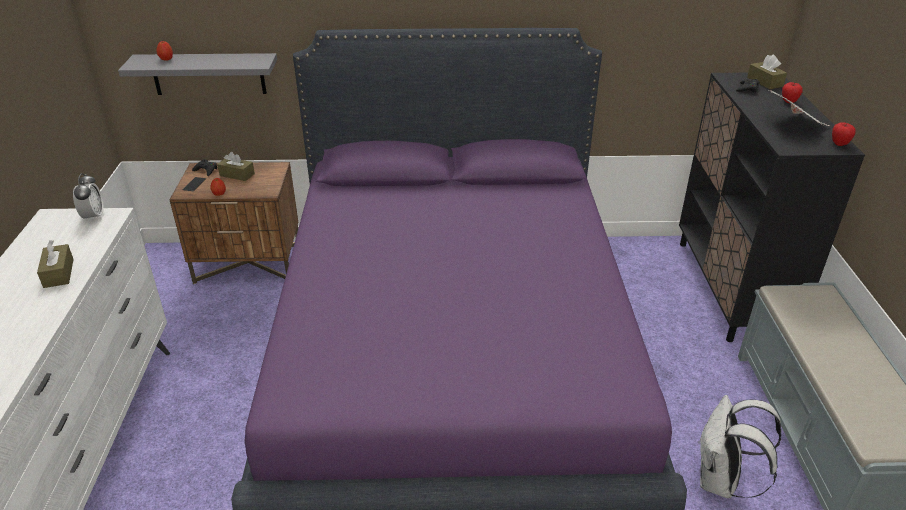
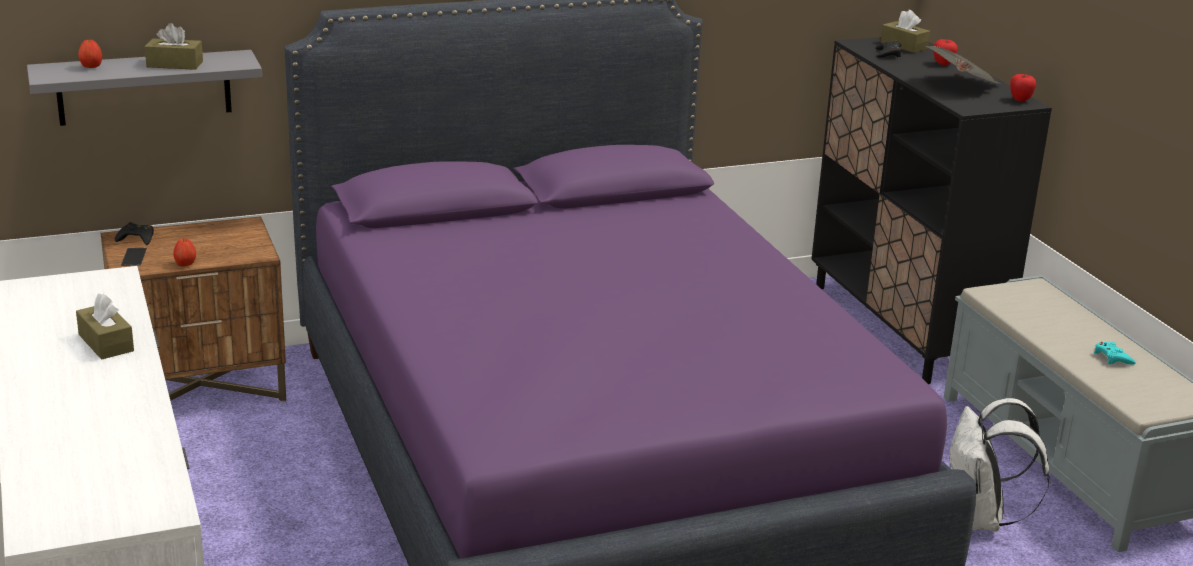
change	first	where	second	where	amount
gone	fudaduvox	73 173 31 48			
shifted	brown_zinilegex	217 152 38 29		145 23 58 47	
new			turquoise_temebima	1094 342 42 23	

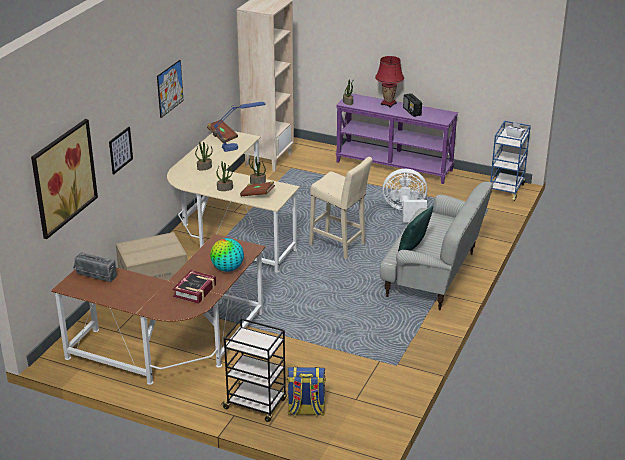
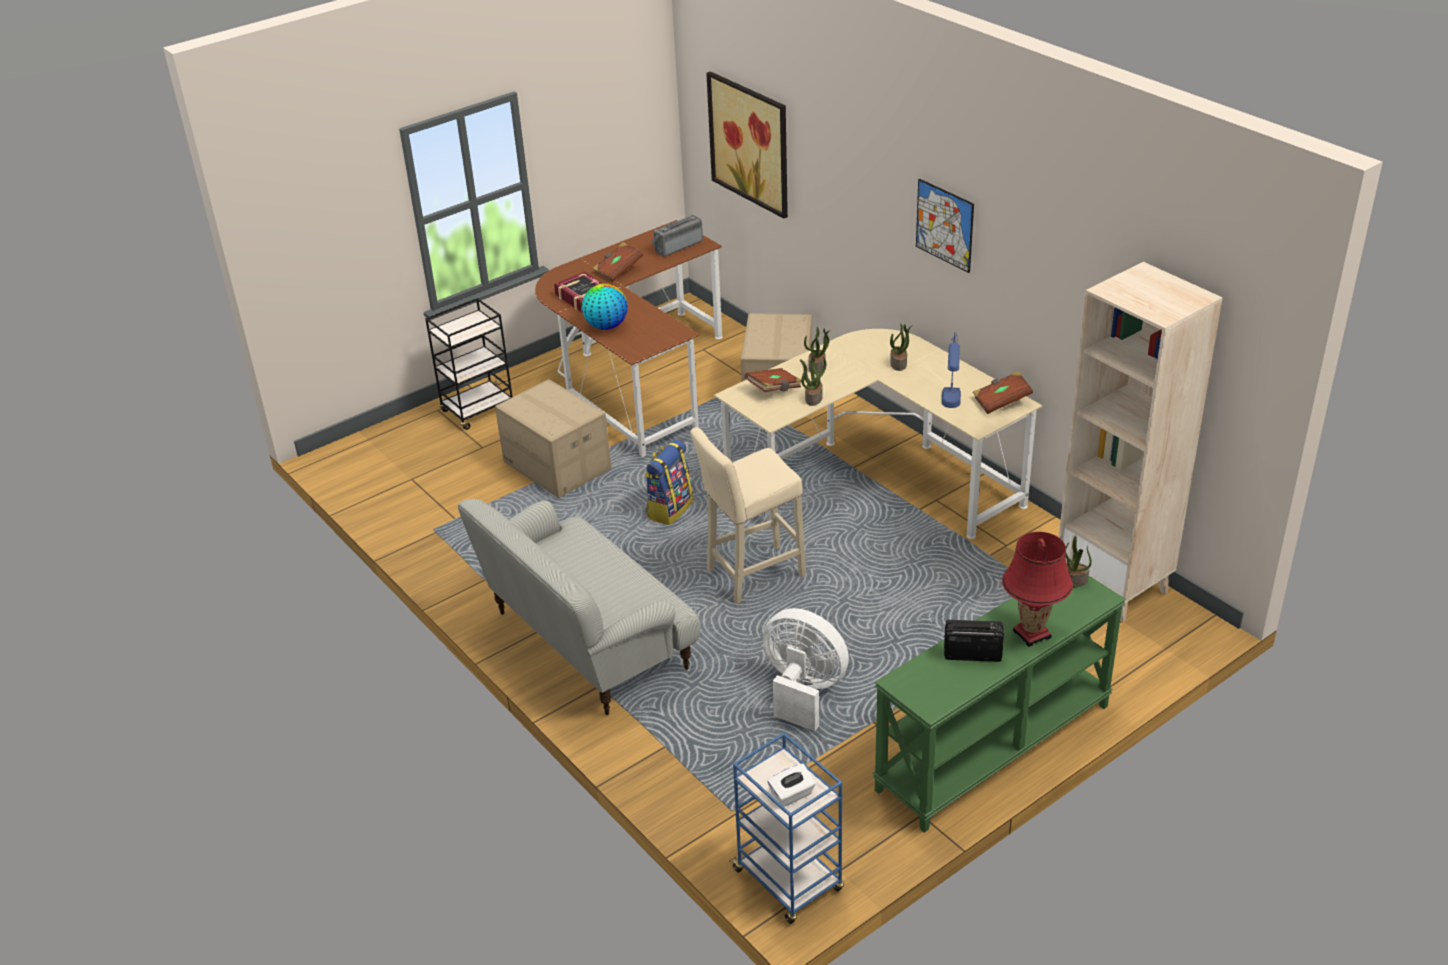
change	first	where	second	where	amount
gone	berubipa	109 127 24 48			
shifted	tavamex	287 367 39 49		645 440 48 85	
repainted	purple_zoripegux	336 93 122 91	green_zoripegux	873 576 253 257	
rotated	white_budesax	382 169 45 53		763 608 86 123	90 degrees counterclockwise
gone	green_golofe	398 206 35 45			
new			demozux	495 379 117 119	
new			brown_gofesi	592 242 51 40	

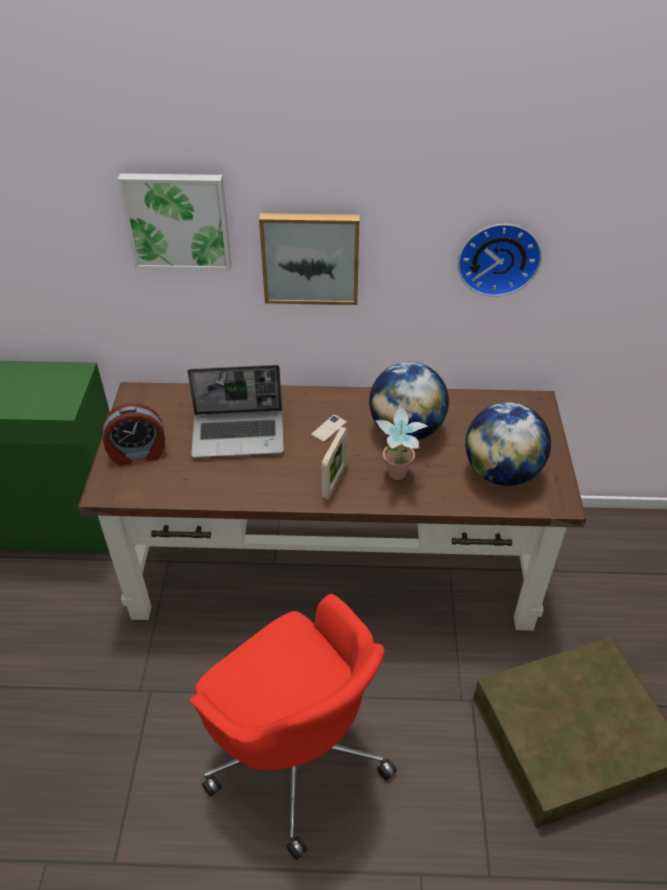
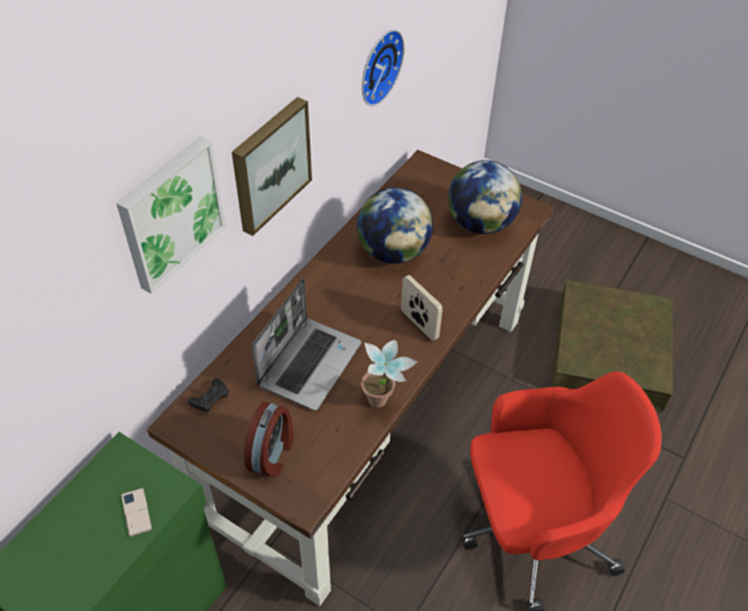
change	first	where	second	where	amount
shifted	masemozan	310 414 37 29		121 488 31 49	
shifted	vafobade	375 404 53 76		361 340 57 68	
new			black_temebima	188 378 40 35	

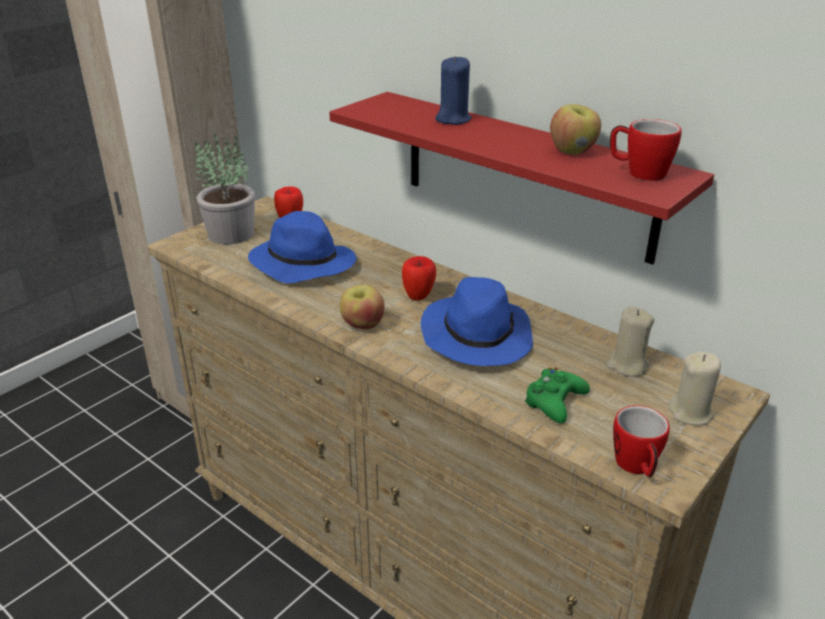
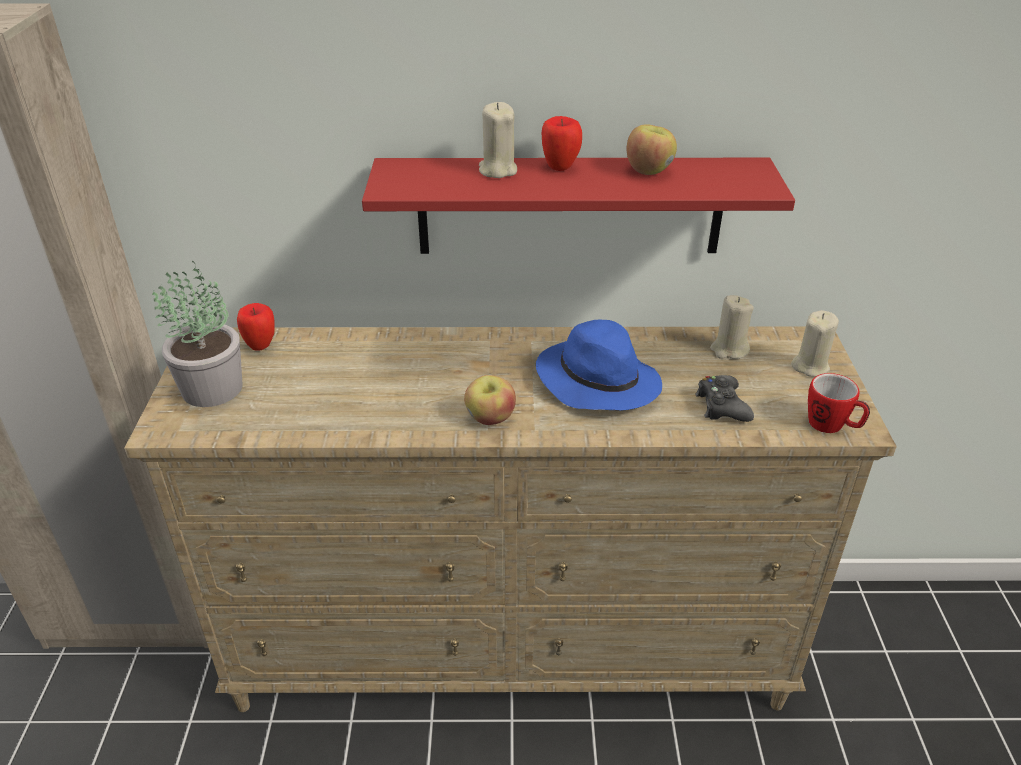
change	first	where	second	where	amount
gone	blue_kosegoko	248 211 109 73			
shifted	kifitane	402 256 34 45		541 116 41 55	
repainted	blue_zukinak	435 56 37 69	beige_zukinak	479 102 38 76	
repainted	green_temebima	525 368 65 56	black_temebima	695 375 59 47	
gone	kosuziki	610 119 72 62			

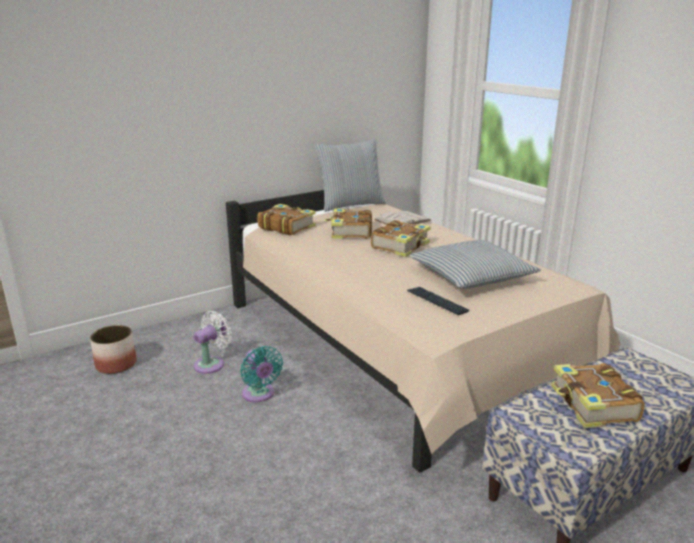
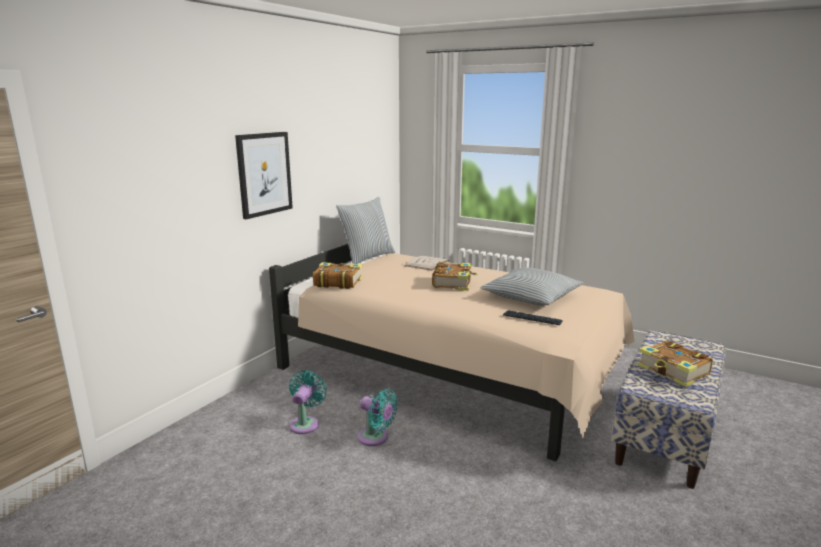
change	first	where	second	where	amount
gone	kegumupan	90 325 47 49			
repainted	white_budesax	193 311 39 63	turquoise_budesax	289 370 38 64	
gone	gofesi	324 209 48 30			
new			berubipa	235 132 58 87	

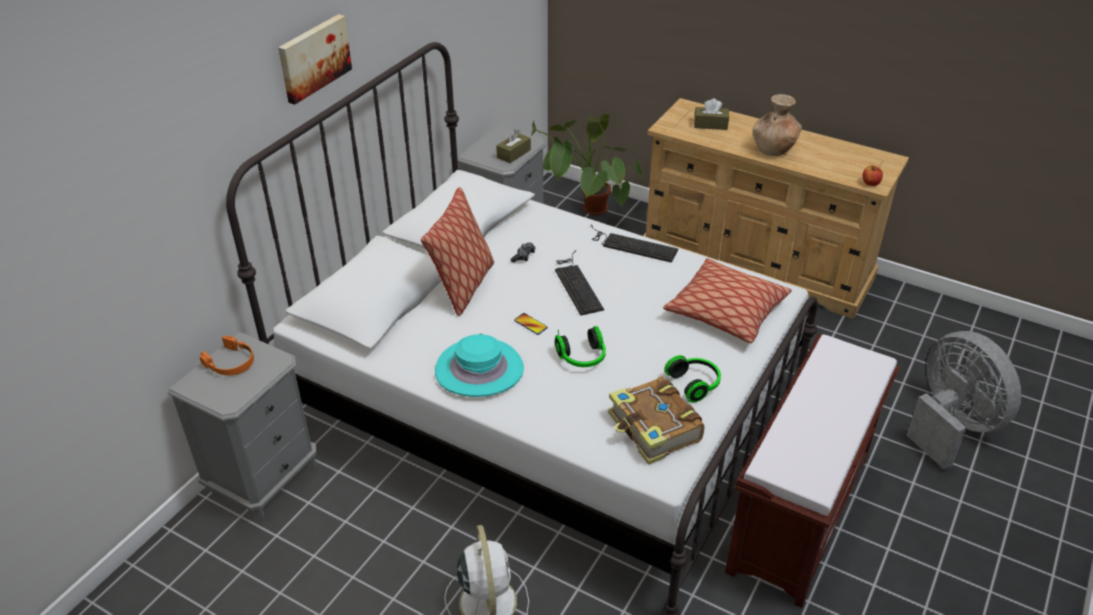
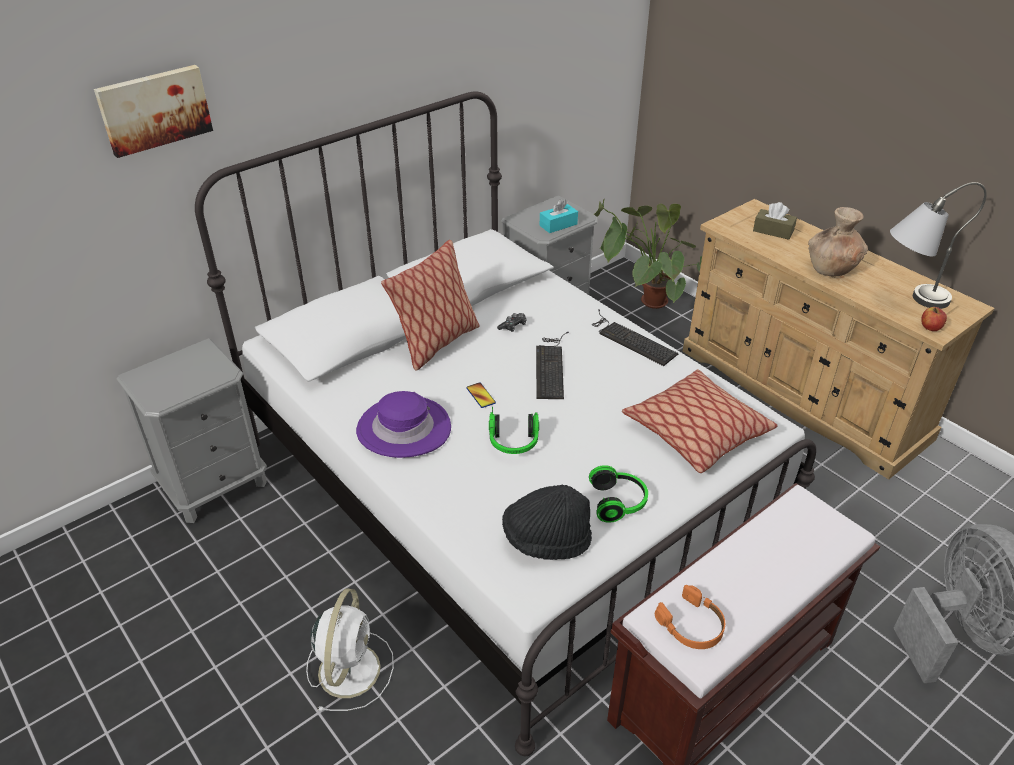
change	first	where	second	where	amount
shifted	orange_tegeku	200 336 54 39		655 585 70 64	
shifted	berubipa	278 14 74 91		94 65 119 93	
repainted	turquoise_kosegoko	435 333 89 64	purple_kosegoko	356 391 95 67	
repainted	brown_zinilegex	496 129 35 34	turquoise_zinilegex	540 199 38 34	
swapped	gofesi	608 377 96 88	black_kosegoko	502 485 90 75	
new			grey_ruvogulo	890 182 97 127	

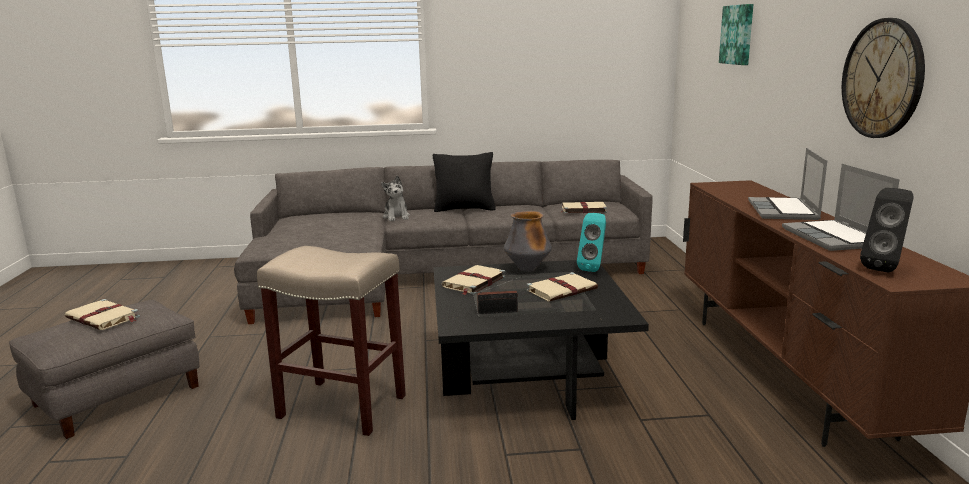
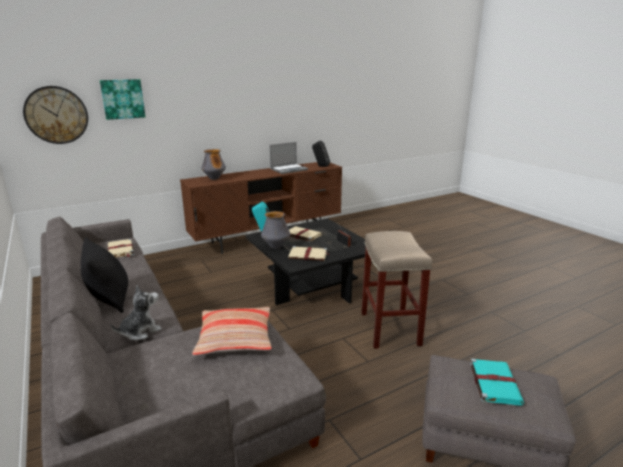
change	first	where	second	where	amount
repainted	beige_gofesi	65 299 75 31	turquoise_gofesi	470 359 54 47	
gone	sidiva	748 148 79 72			
shifted	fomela	842 18 83 120		23 86 65 58	
new			golofe	192 307 80 49	
new			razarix	201 149 25 31	

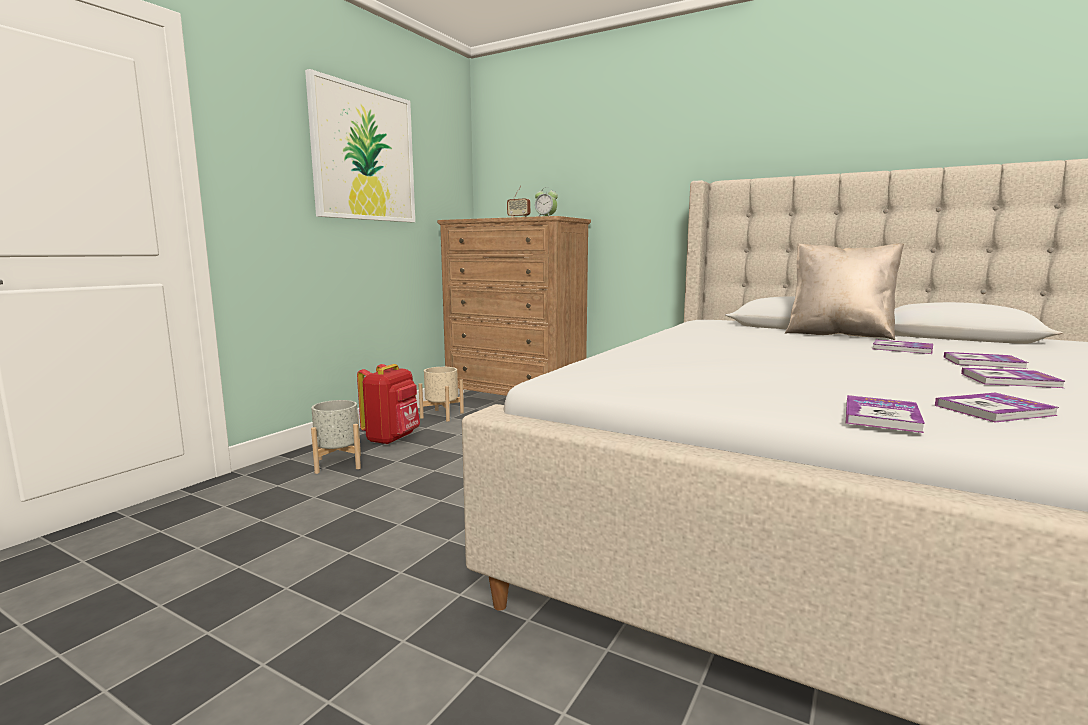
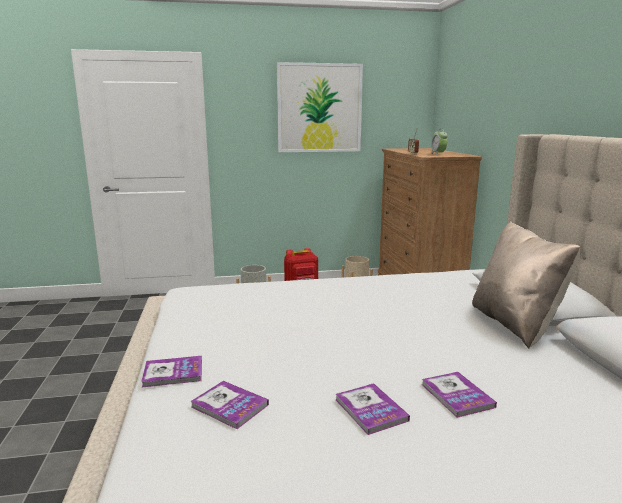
change	first	where	second	where	amount
gone	gofesi	873 339 60 15			

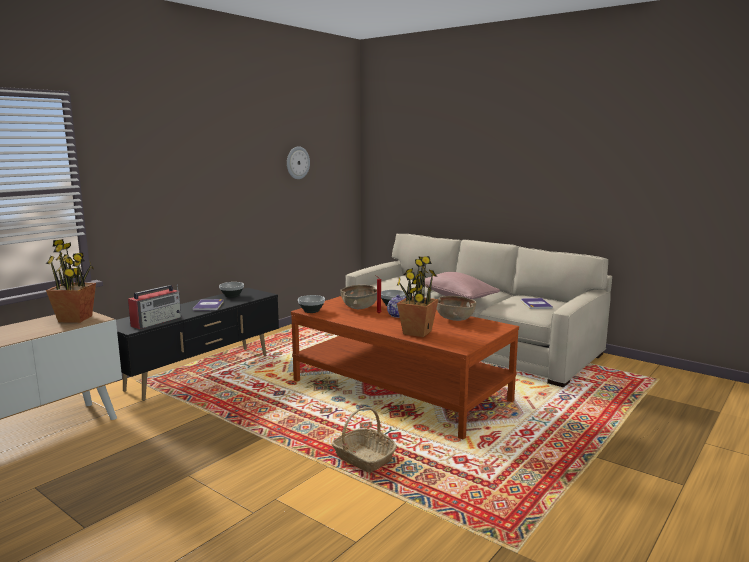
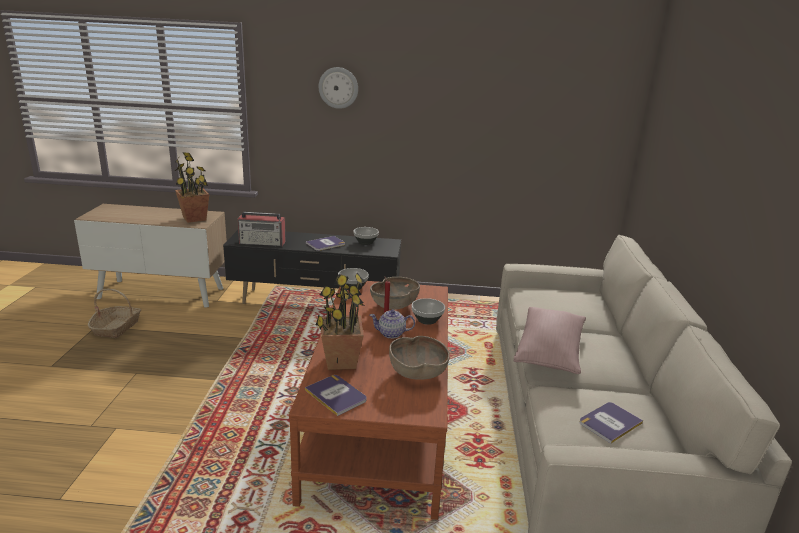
change	first	where	second	where	amount
shifted	fomela	287 146 23 33		319 67 39 42	
shifted	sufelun	332 407 65 65		88 289 53 49	
new			gofesi	305 375 62 41	

